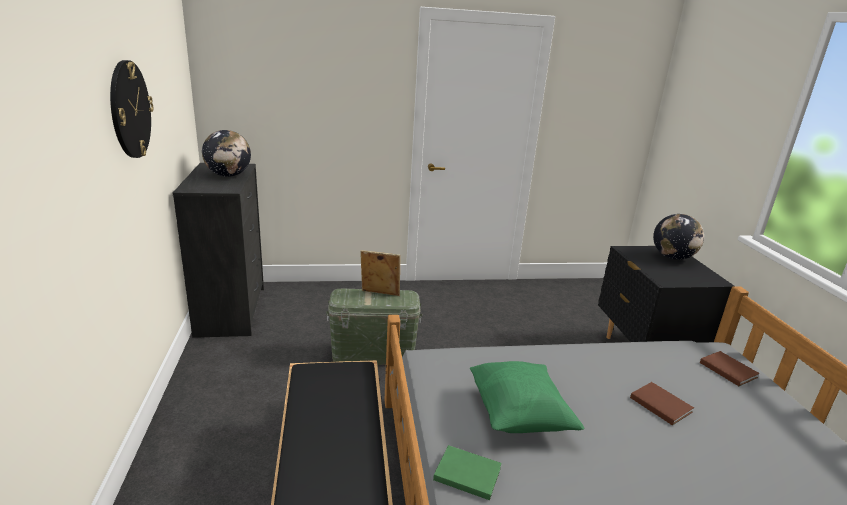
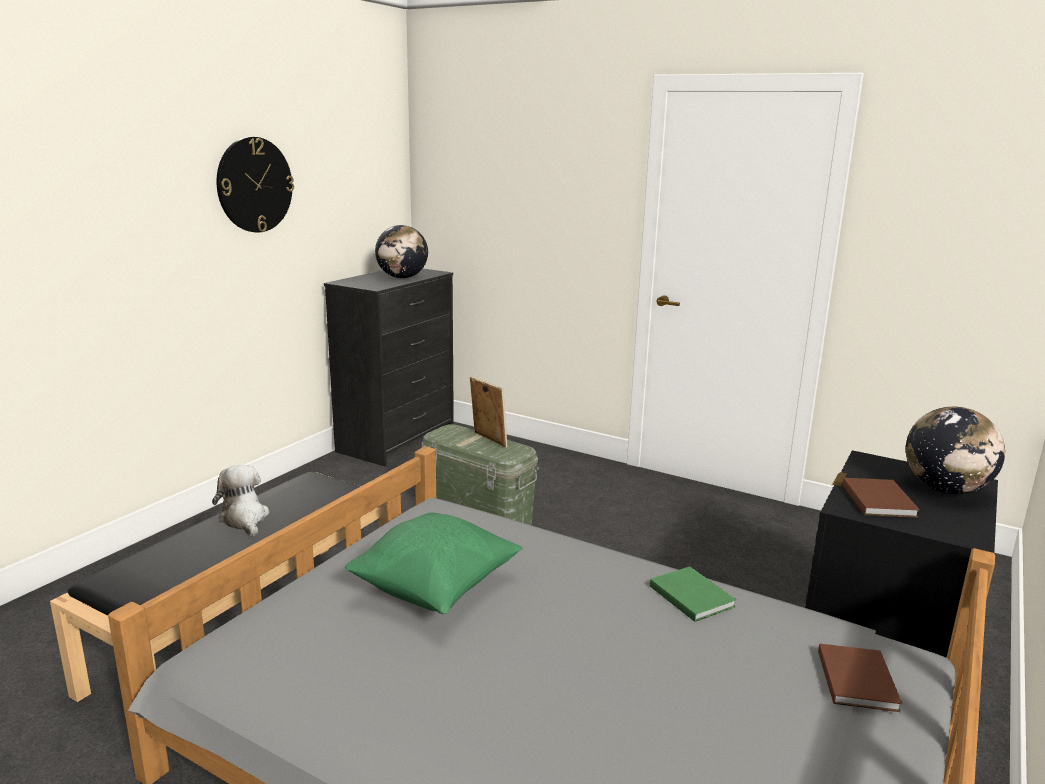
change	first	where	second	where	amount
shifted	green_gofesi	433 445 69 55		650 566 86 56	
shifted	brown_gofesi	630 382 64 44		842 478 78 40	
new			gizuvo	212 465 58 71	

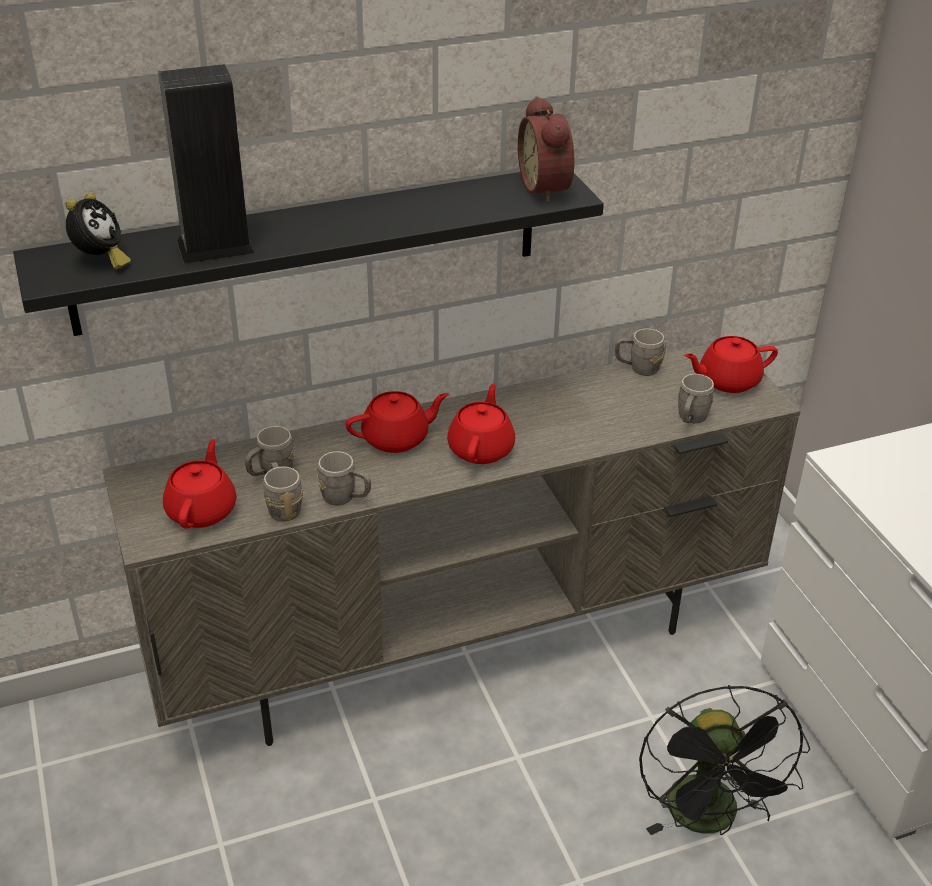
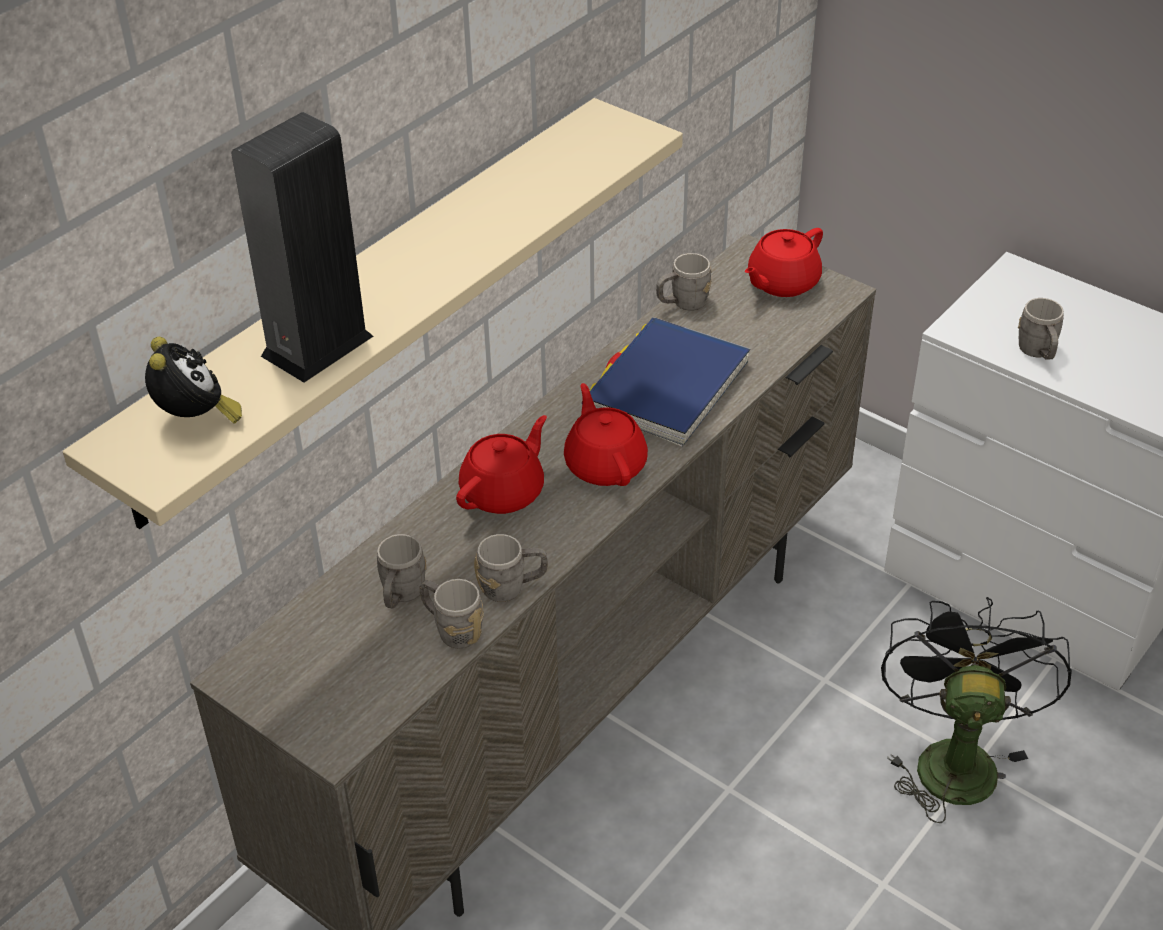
change	first	where	second	where	amount
repainted	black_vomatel	13 172 591 164	beige_vomatel	63 98 620 431	
gone	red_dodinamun	163 439 73 90			
gone	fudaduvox	518 96 56 106			
rotated	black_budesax	639 685 171 150		881 597 191 226	135 degrees counterclockwise
shifted	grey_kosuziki	678 374 36 49		1018 298 46 62	
new			blue_gofesi	582 318 169 129	

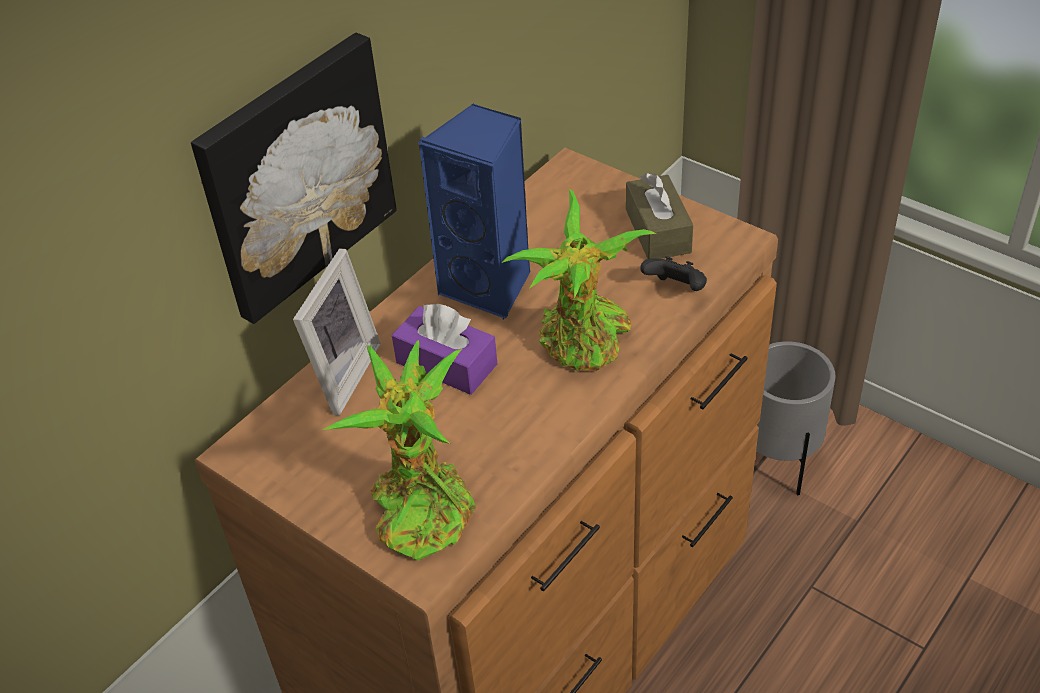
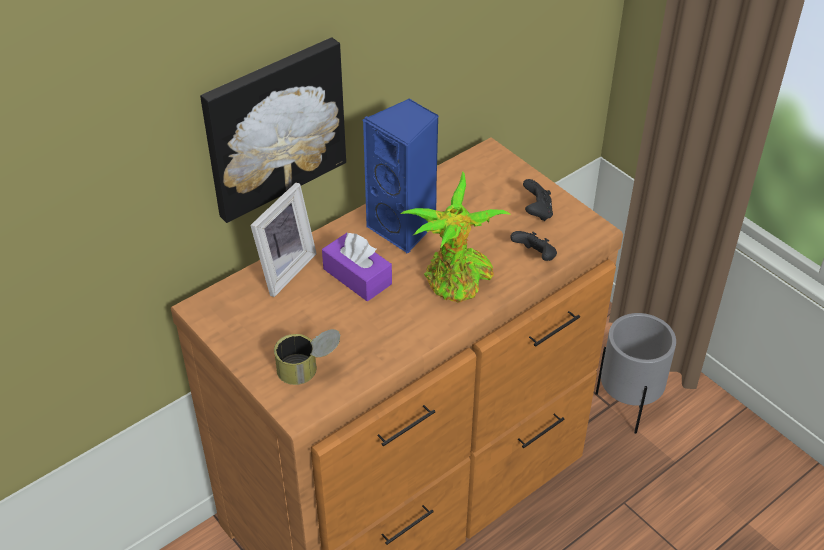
change	first	where	second	where	amount
swapped	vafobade	322 340 154 221	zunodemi	274 329 67 56	
swapped	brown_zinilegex	626 173 67 86	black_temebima	523 179 30 42	

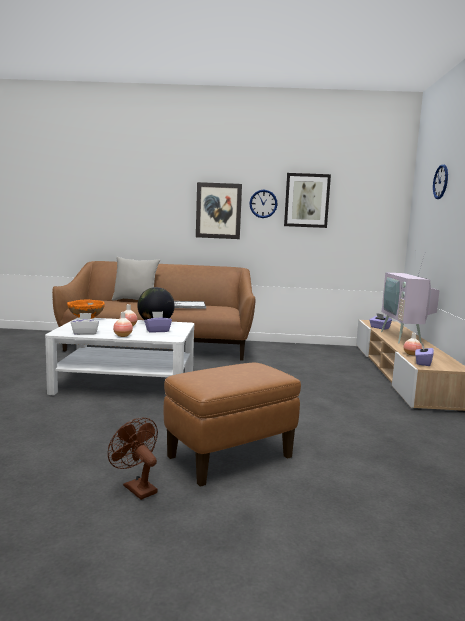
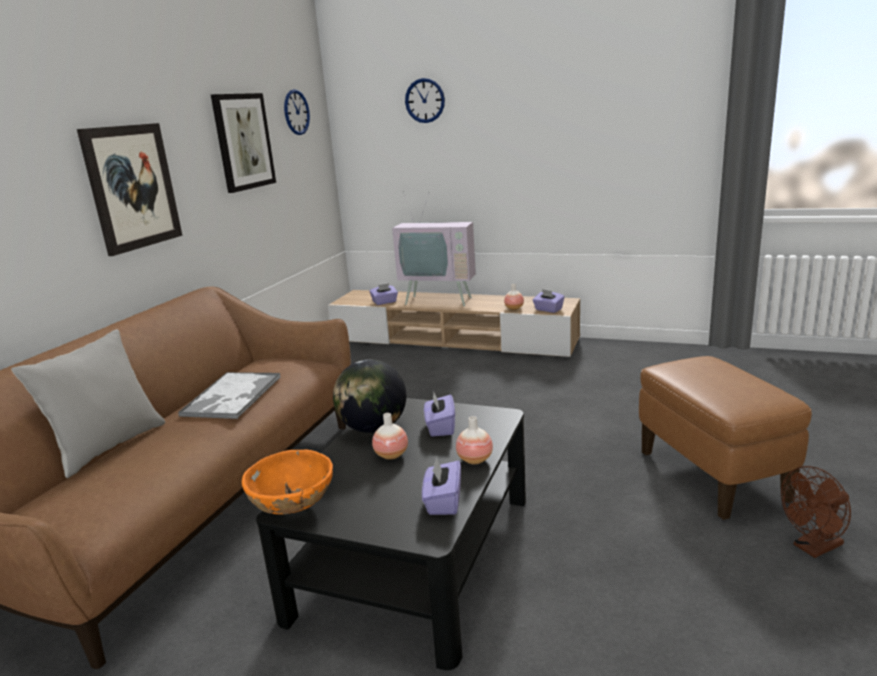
change	first	where	second	where	amount
repainted	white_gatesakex	45 318 149 77	black_gatesakex	256 398 270 272	
repainted	white_zinilegex	71 313 28 22	purple_zinilegex	422 457 39 58	
shifted	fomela	249 190 29 28		284 89 26 46	

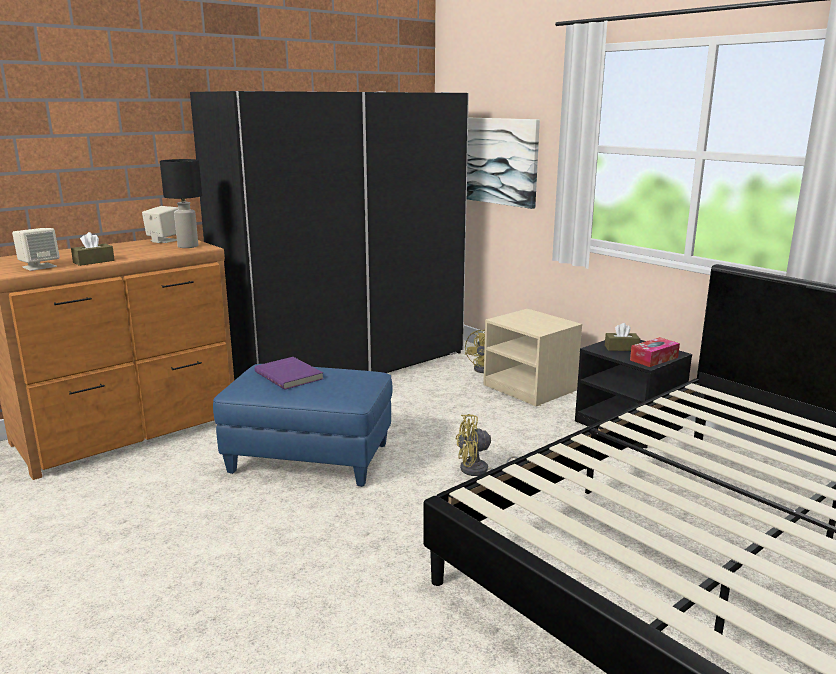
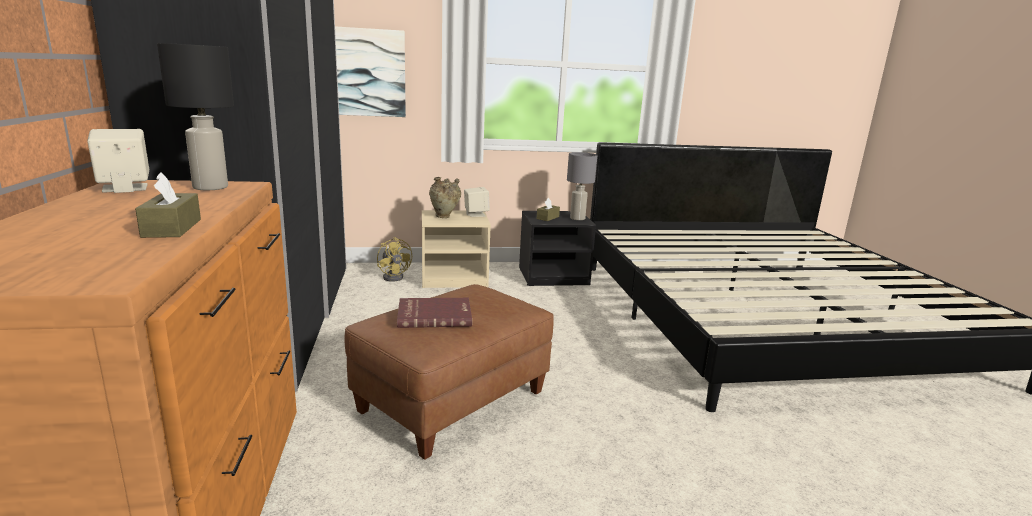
change	first	where	second	where	amount
shifted	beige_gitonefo	12 228 48 43		464 187 26 30	
repainted	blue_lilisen	213 364 180 123	brown_lilisen	345 284 209 176	
repainted	purple_gofesi	255 357 68 33	red_gofesi	397 298 75 30	
gone	yellow_budesax	455 414 64 62			
swapped	zinilegex	630 337 50 30	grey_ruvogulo	567 152 30 68	
new			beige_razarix	429 177 32 41	

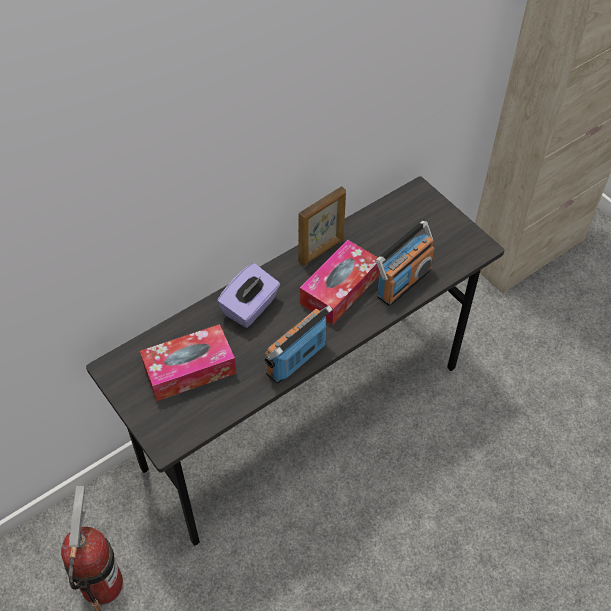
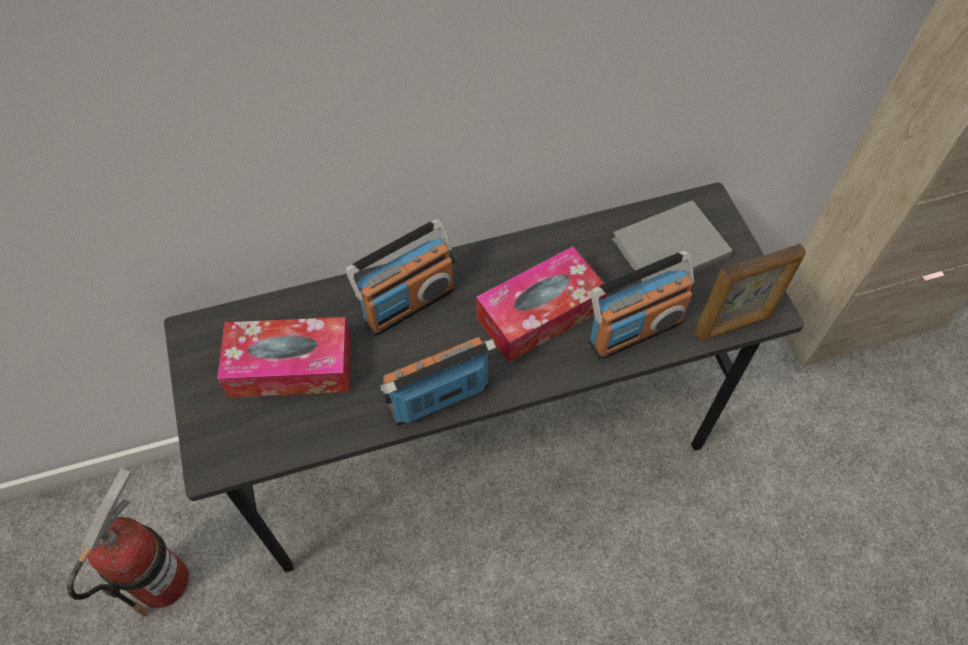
change	first	where	second	where	amount
swapped	purple_zinilegex	217 263 63 65	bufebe	345 219 110 117	
shifted	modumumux	298 186 48 80		694 244 112 97	
new			grey_gofesi	612 200 121 82	

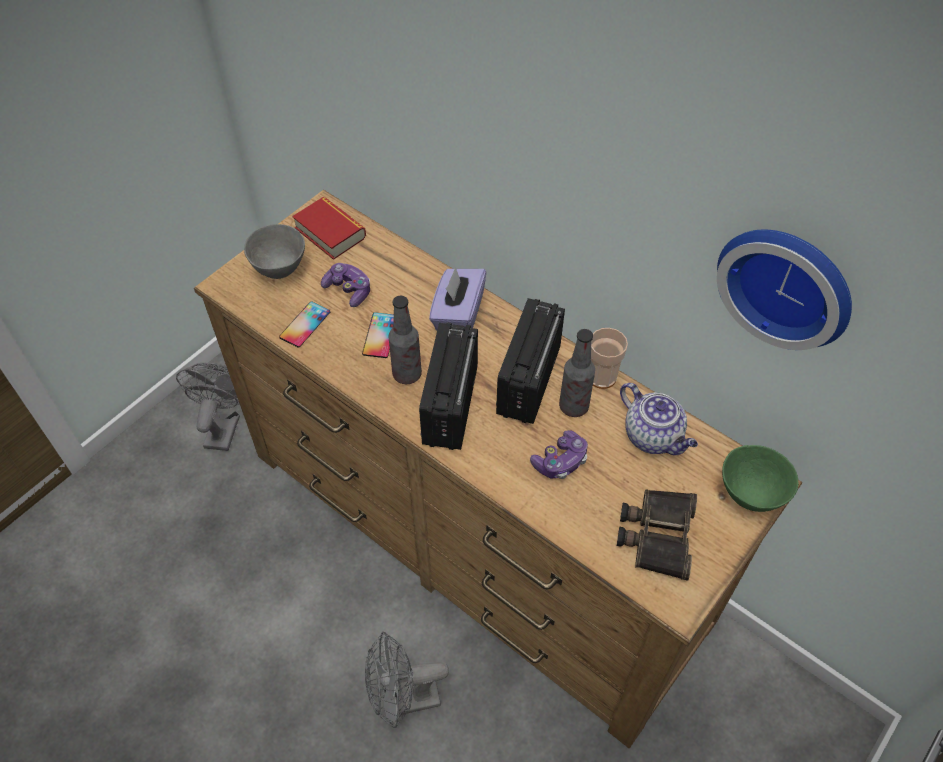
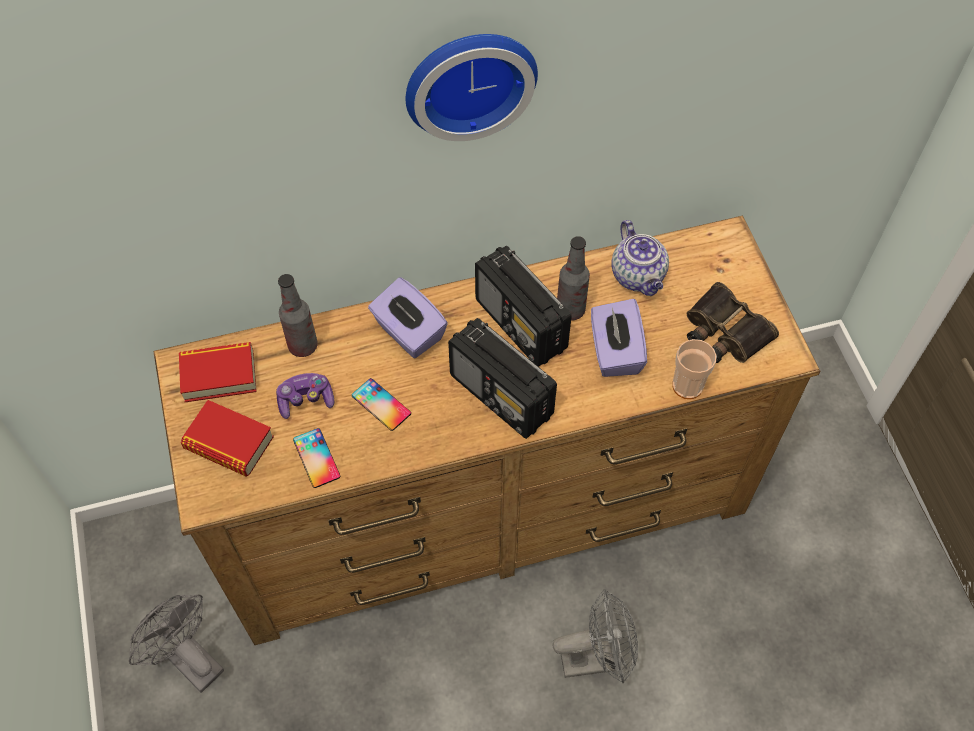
change	first	where	second	where	amount
swapped	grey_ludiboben	244 224 61 55	gofesi	181 400 93 77	
rotated	grey_budesax	365 632 84 96		553 589 85 94	120 degrees counterclockwise
shifted	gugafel	389 296 33 88		278 274 40 83	
swapped	temebima	530 430 58 49	purple_zinilegex	591 299 56 78	
shifted	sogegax	591 328 37 61		672 339 44 60	
rotated	dodinamun	620 383 78 72		611 220 58 76	75 degrees clockwise
shifted	fomela	717 230 135 120		406 34 132 107	
gone	green_ludiboben	722 445 76 67			

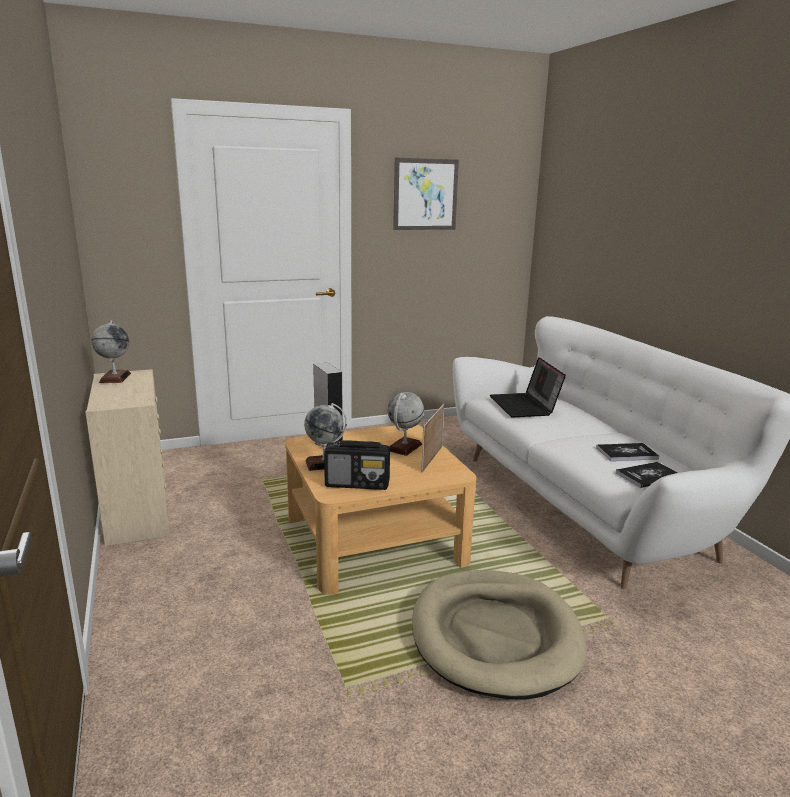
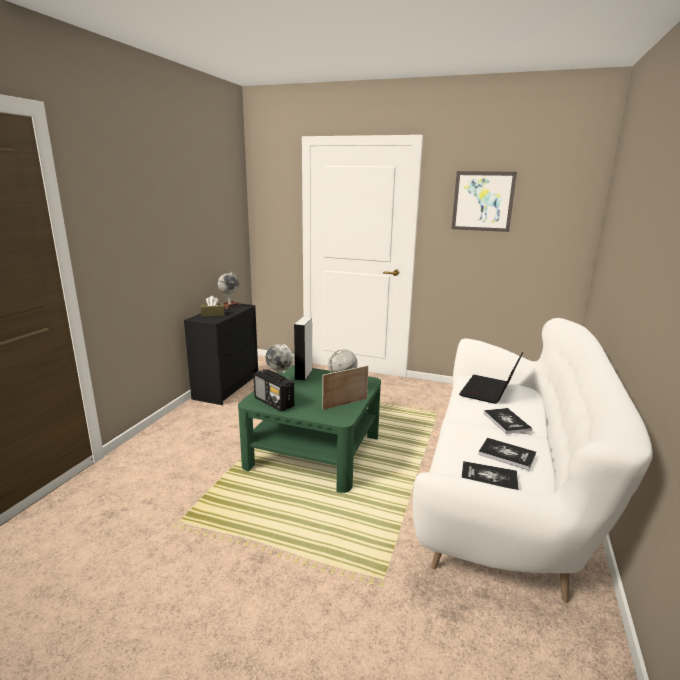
change	first	where	second	where	amount
repainted	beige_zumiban	85 369 85 177	black_zumiban	184 304 74 101	
repainted	beige_gatesakex	285 425 192 170	green_gatesakex	238 365 143 128	
gone	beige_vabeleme	412 570 175 129			
new			brown_zinilegex	201 296 24 21	
new			gofesi	484 408 48 26	

